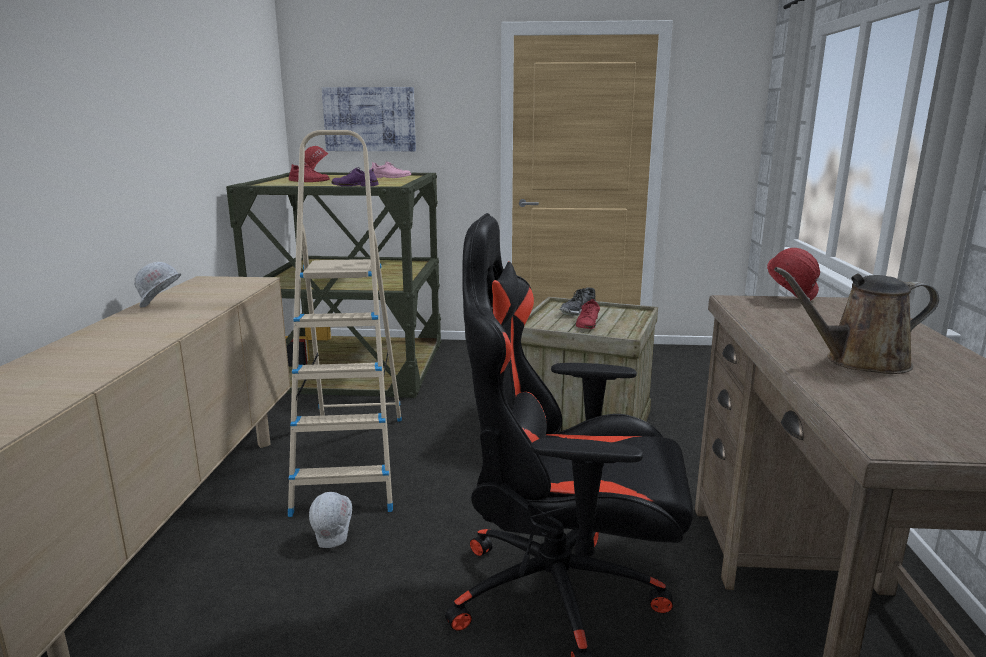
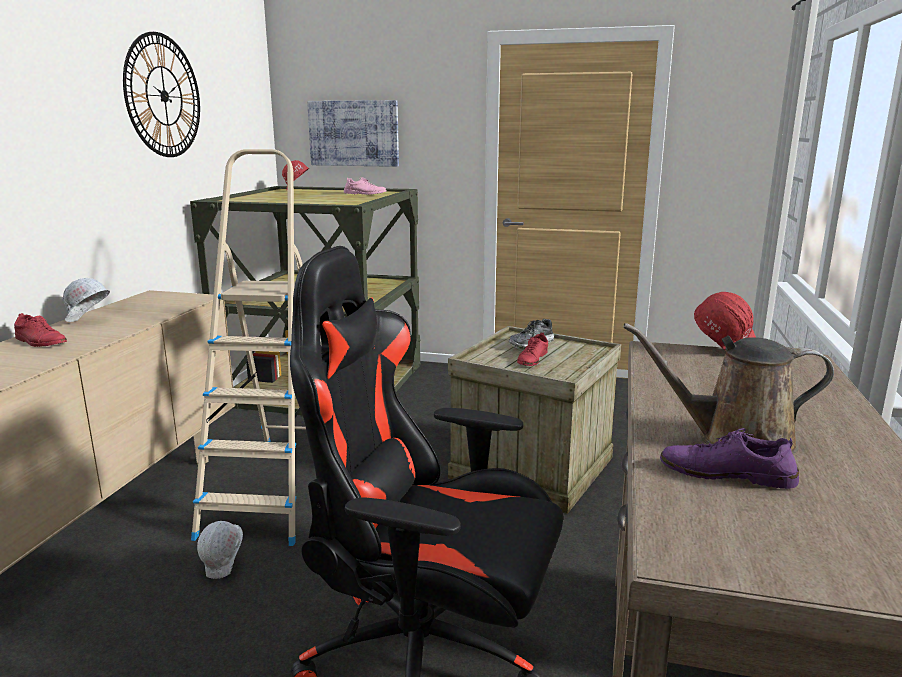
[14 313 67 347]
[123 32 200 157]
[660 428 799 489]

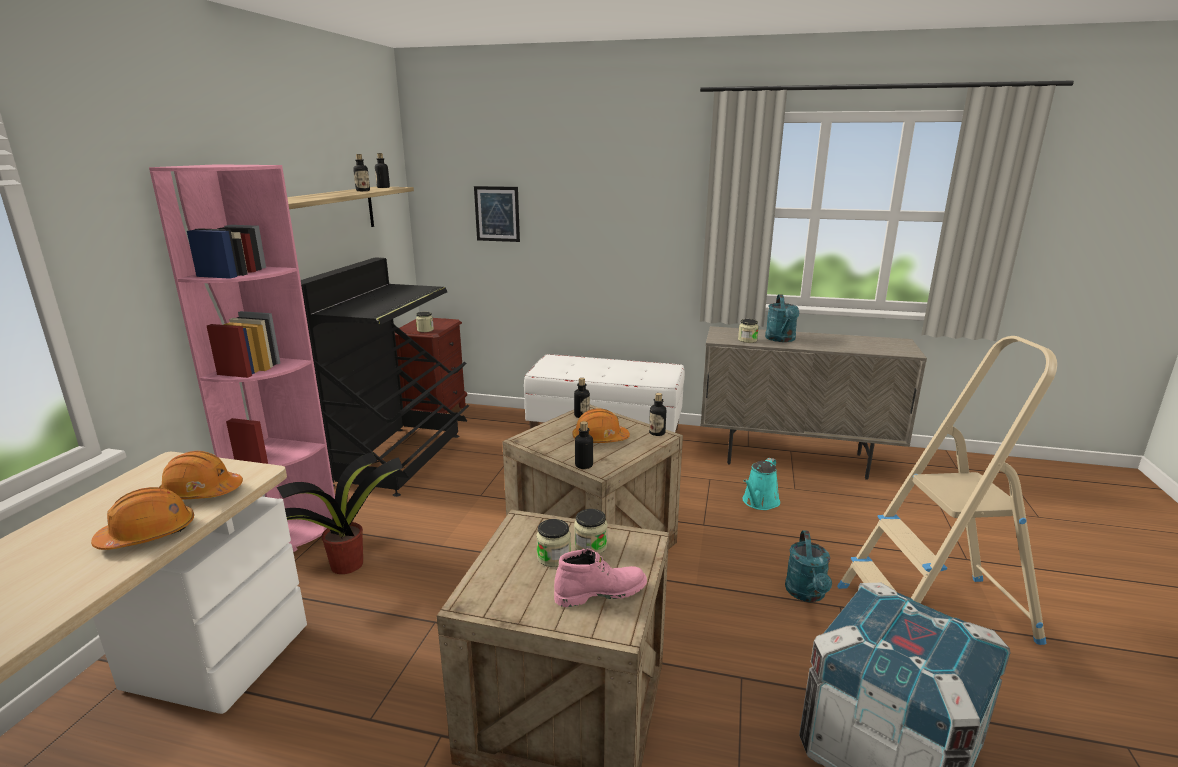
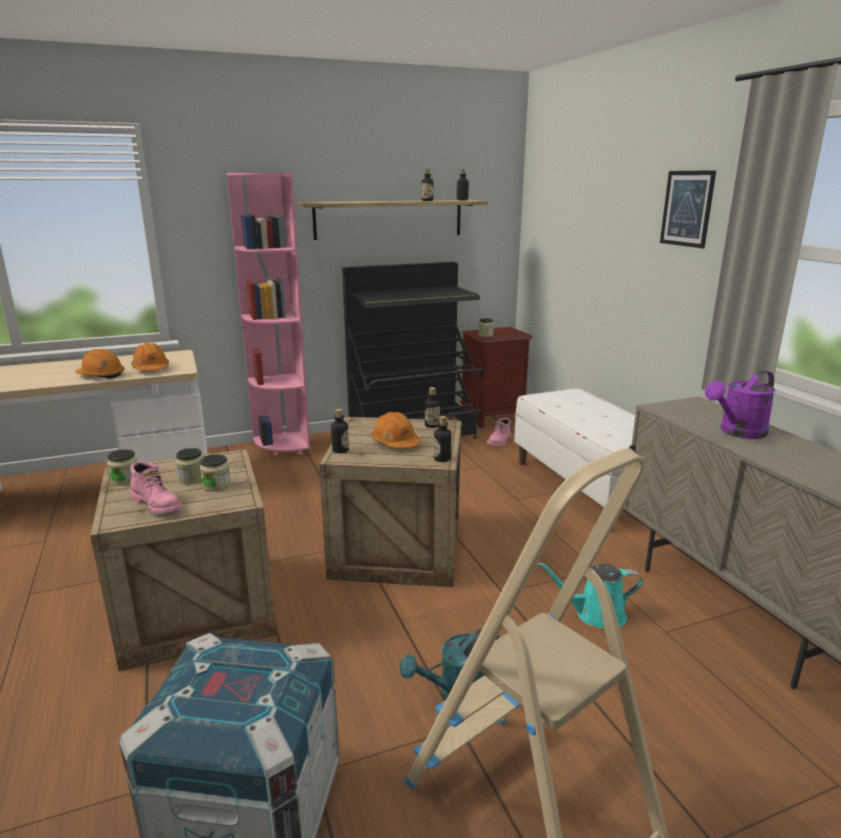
[107 449 137 486]
[487 418 511 446]
[660 170 716 248]
[705 370 775 439]
[277 452 405 574] (first image)

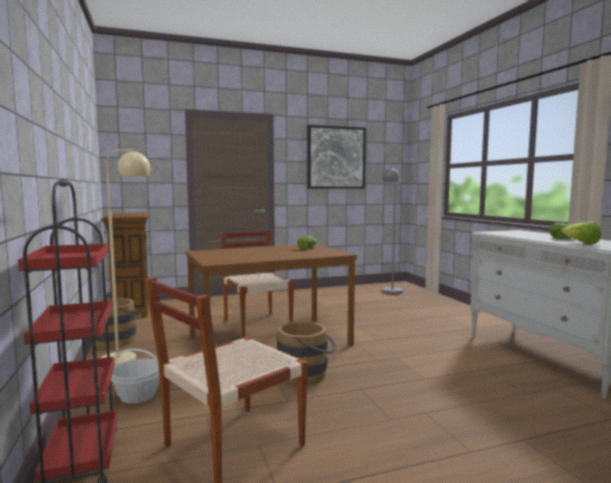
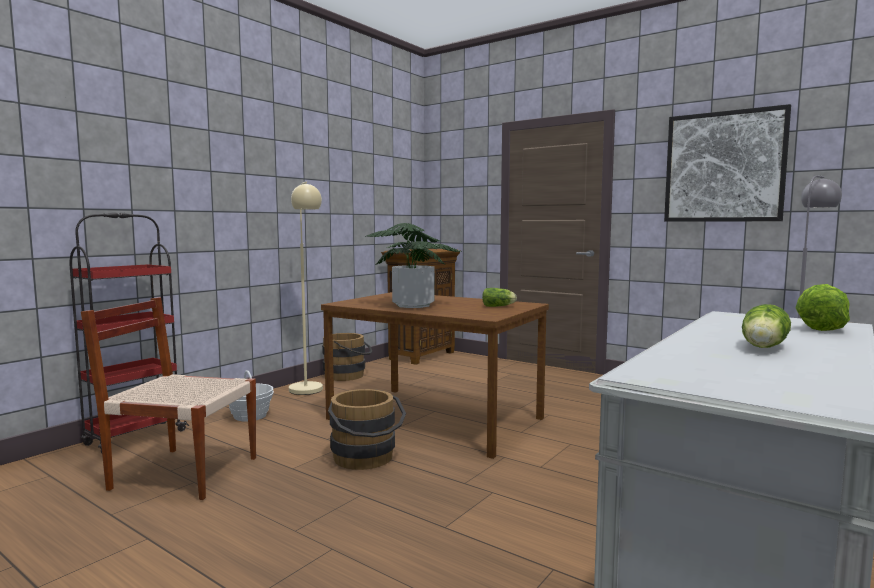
[365 223 462 308]
[795 284 850 331]
[220 230 294 337] (first image)

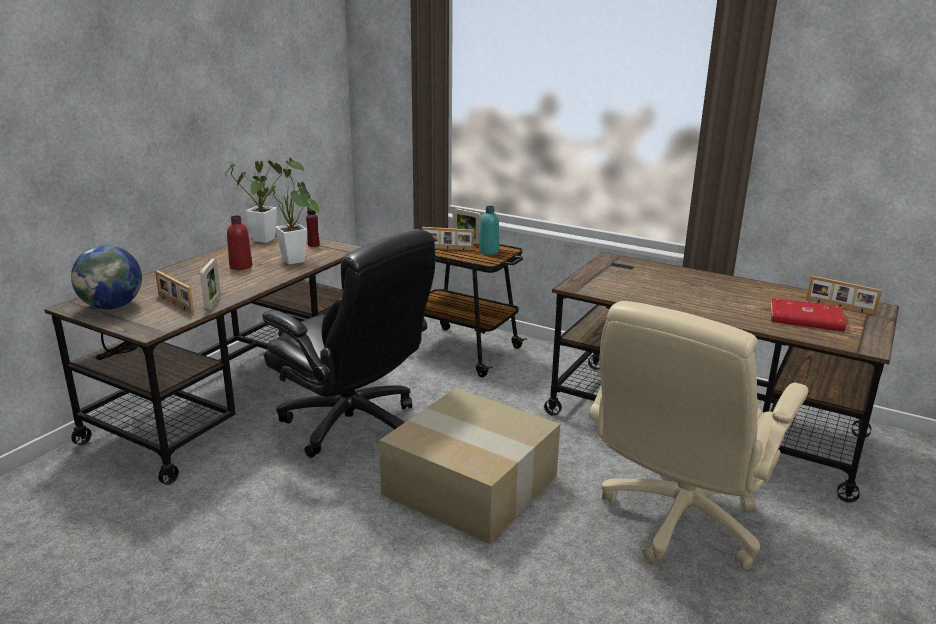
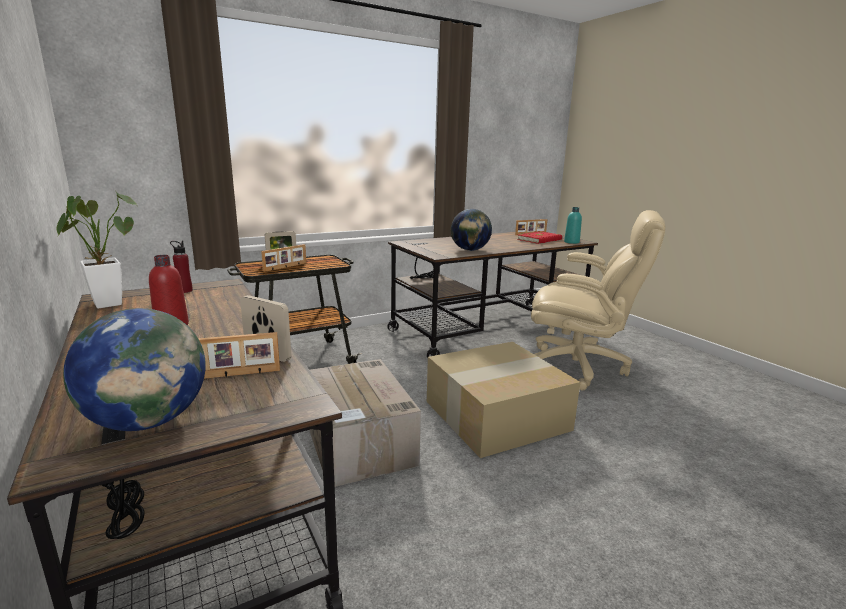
[309 359 421 487]
[451 209 492 251]
[531 210 665 390]
[564 207 582 244]
[257 169 319 265] (first image)

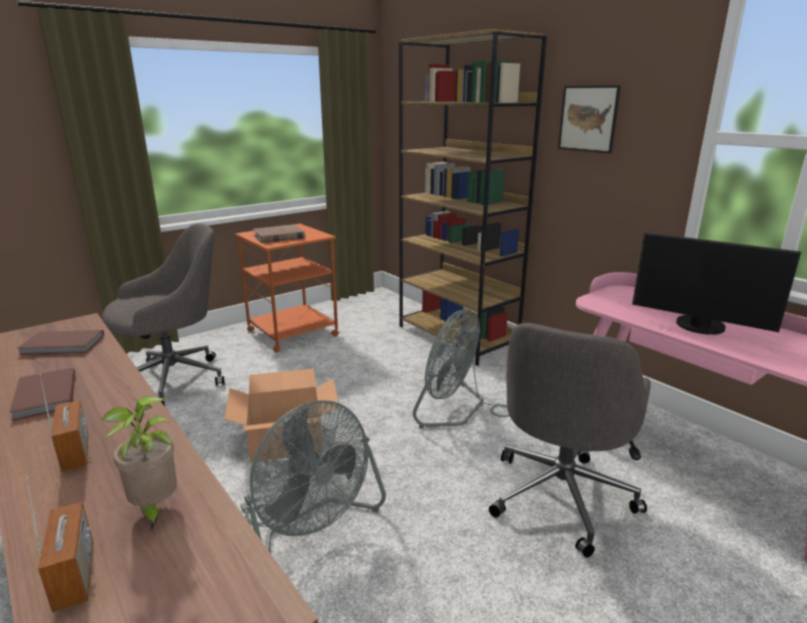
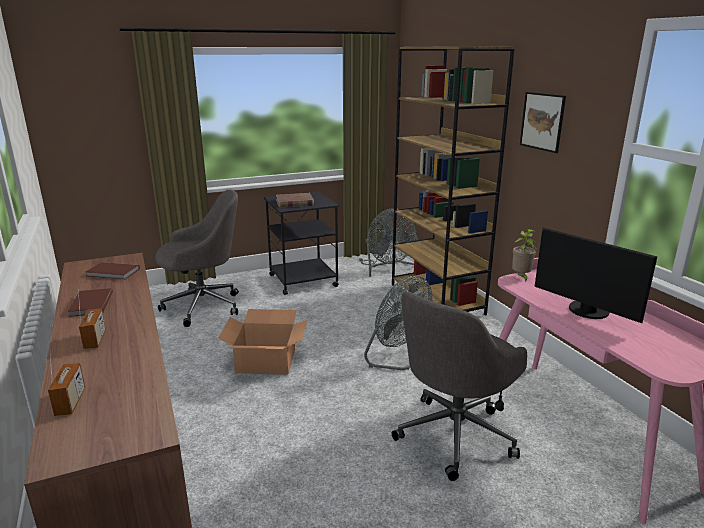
[264 192 339 295]
[359 208 418 277]
[512 229 536 281]

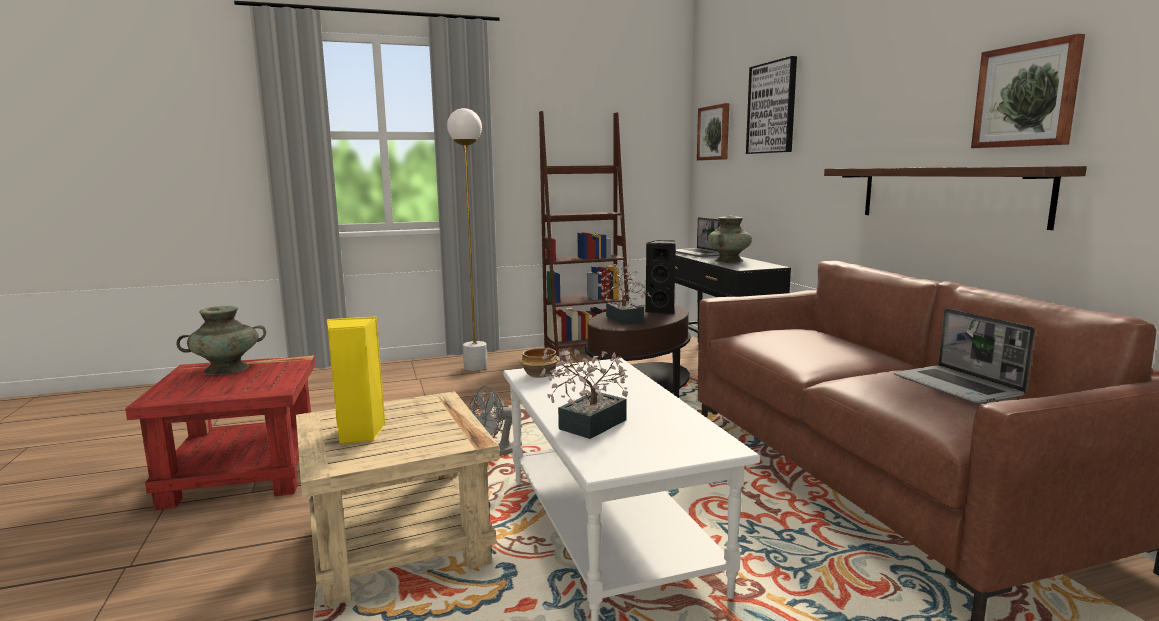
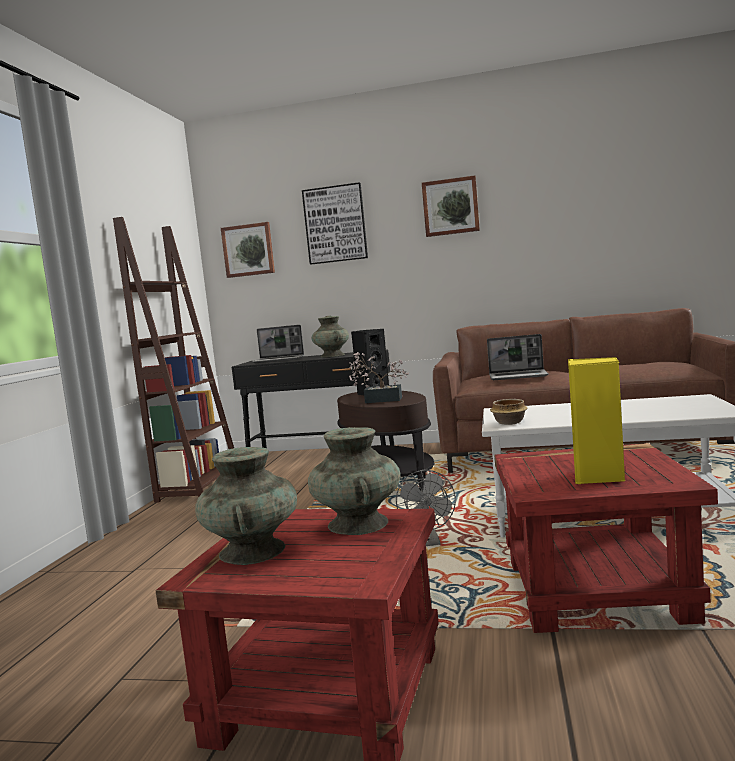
[308 427 401 535]
[422 175 480 237]
[487 334 549 380]
[494 443 718 633]
[447 108 487 371] (first image)
[540 349 628 439] (first image)
[824 166 1087 230] (first image)

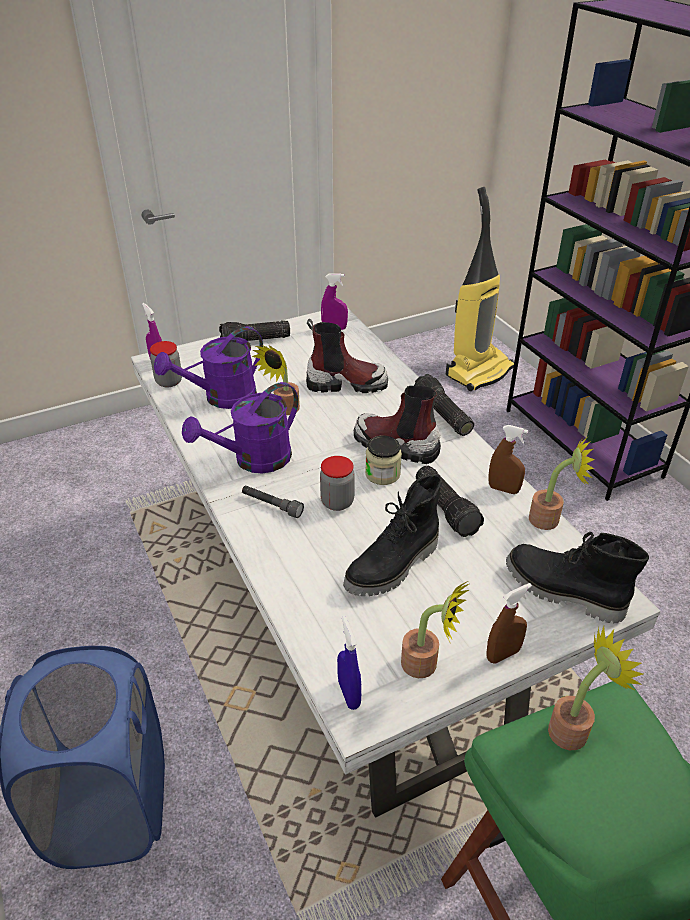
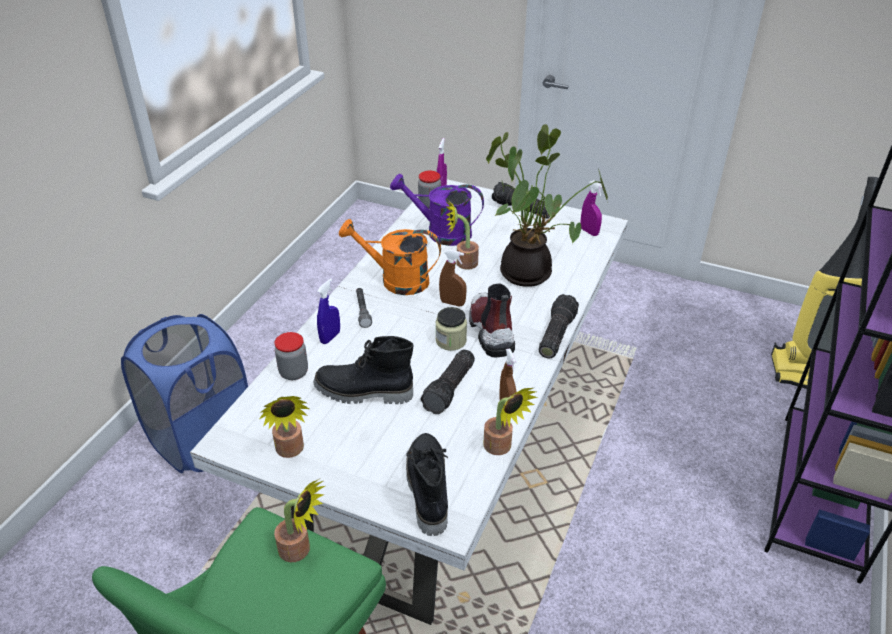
[275 332 308 380]
[317 278 340 344]
[339 219 441 295]
[439 249 467 306]
[486 124 608 287]

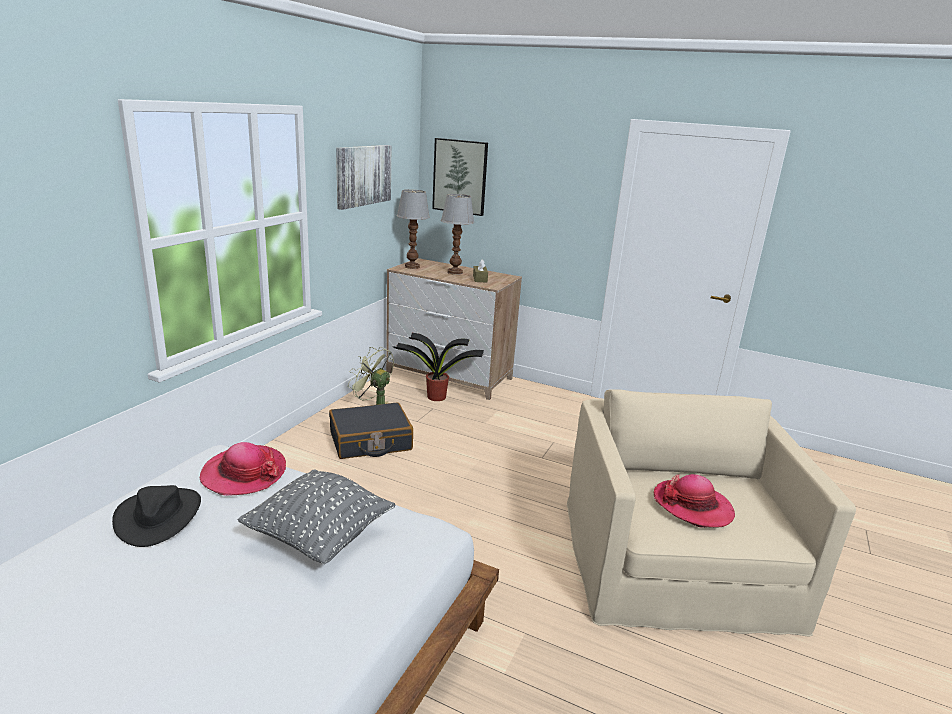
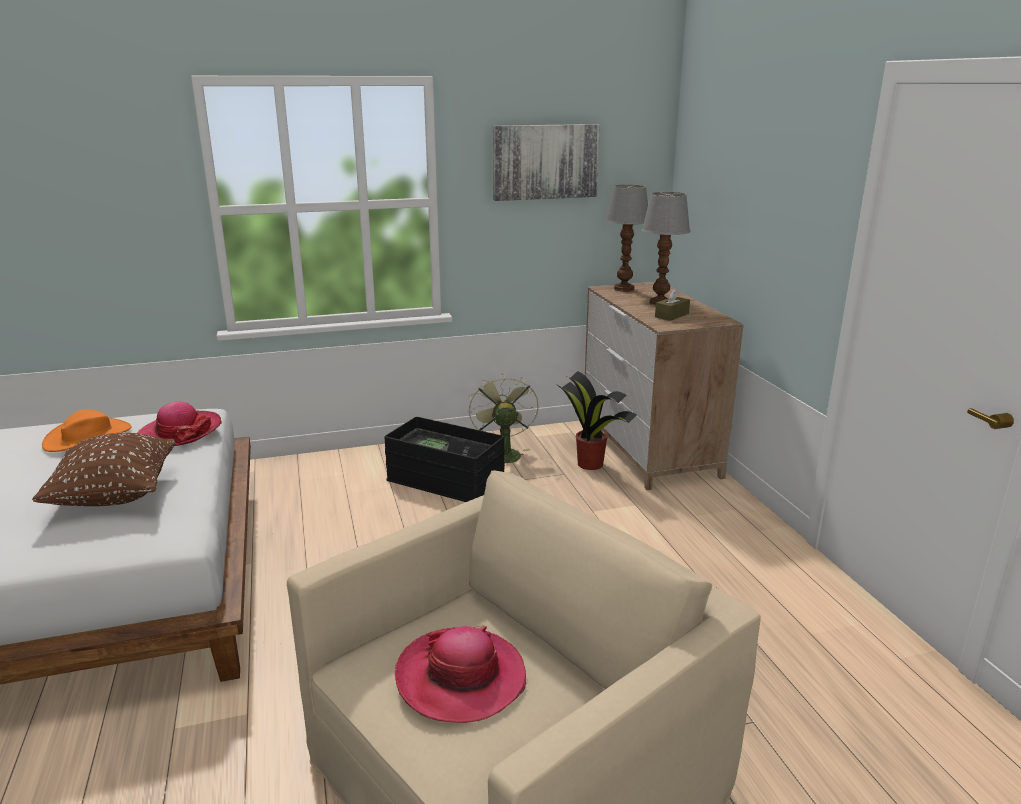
[32 433 176 506]
[42 409 132 452]
[384 417 505 502]
[432 138 488 216] (first image)

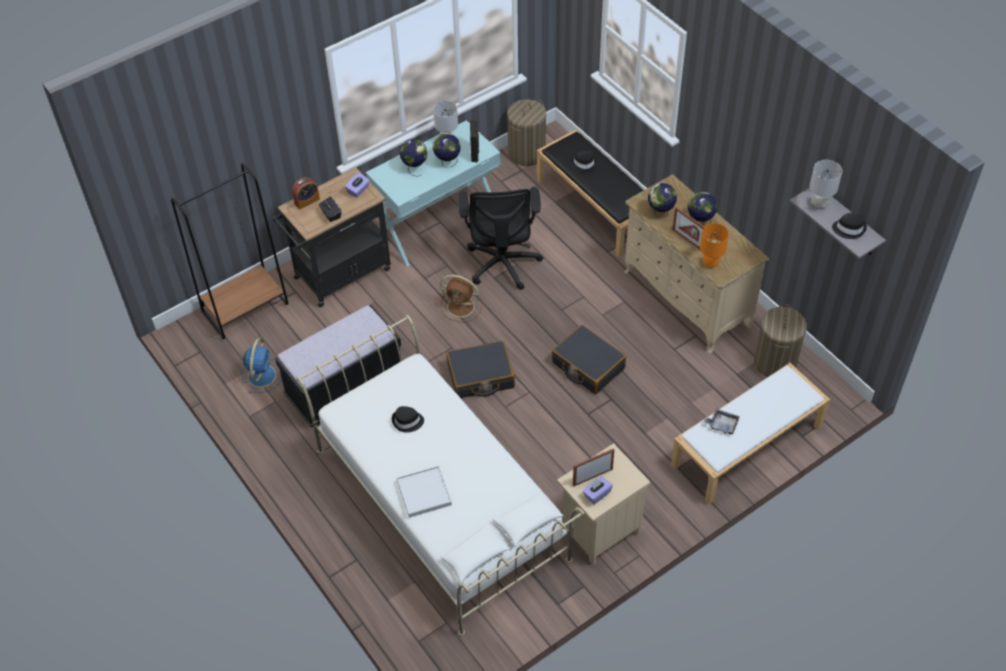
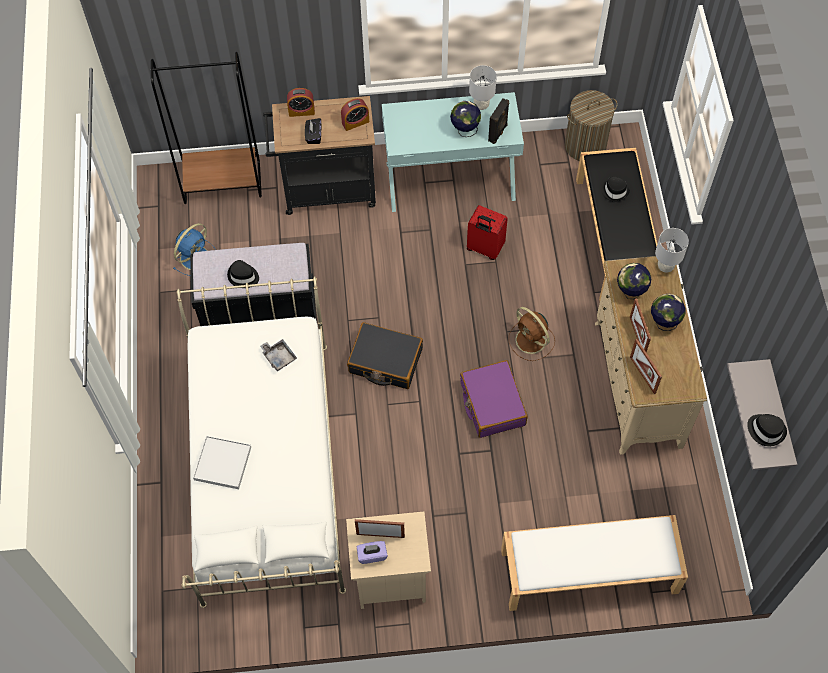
[227 260 259 288]
[260 339 297 371]
[341 98 369 131]
[460 360 528 438]
[467 205 508 260]
[509 307 555 361]
[630 339 662 394]
[655 228 689 273]
[400 139 427 176] (first image)
[754 305 807 377] (first image)

